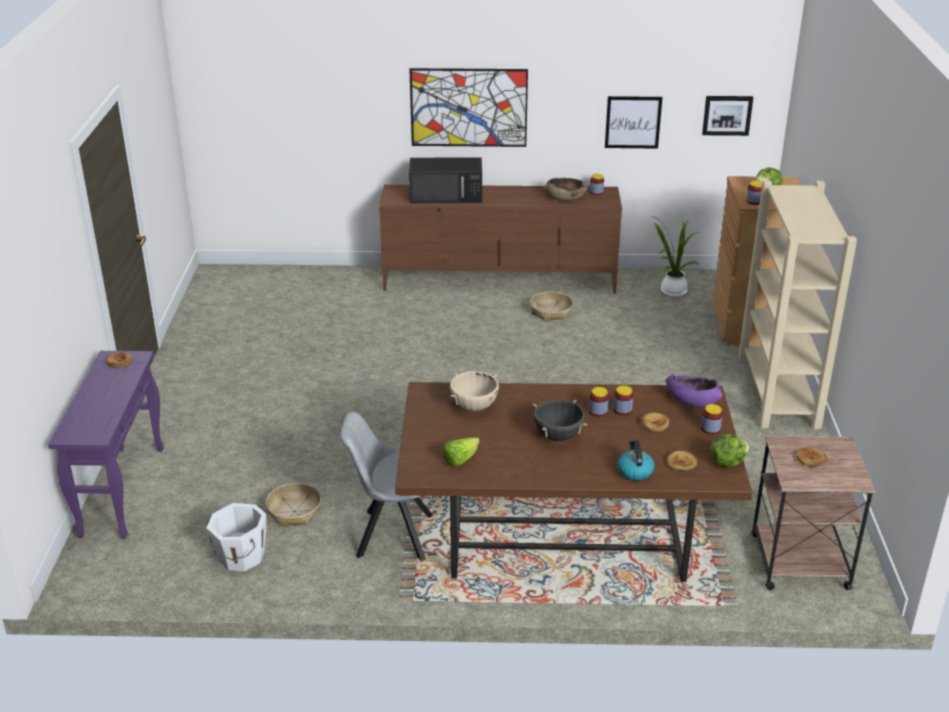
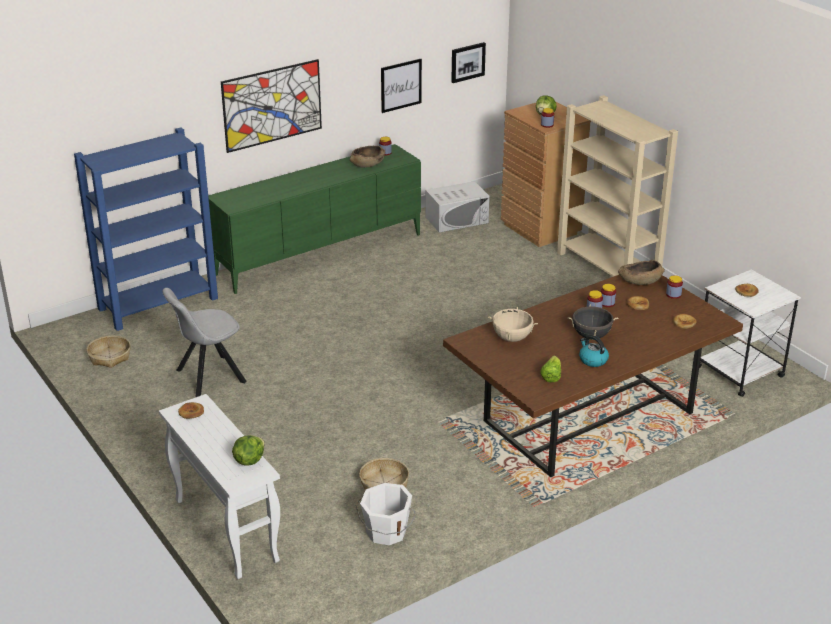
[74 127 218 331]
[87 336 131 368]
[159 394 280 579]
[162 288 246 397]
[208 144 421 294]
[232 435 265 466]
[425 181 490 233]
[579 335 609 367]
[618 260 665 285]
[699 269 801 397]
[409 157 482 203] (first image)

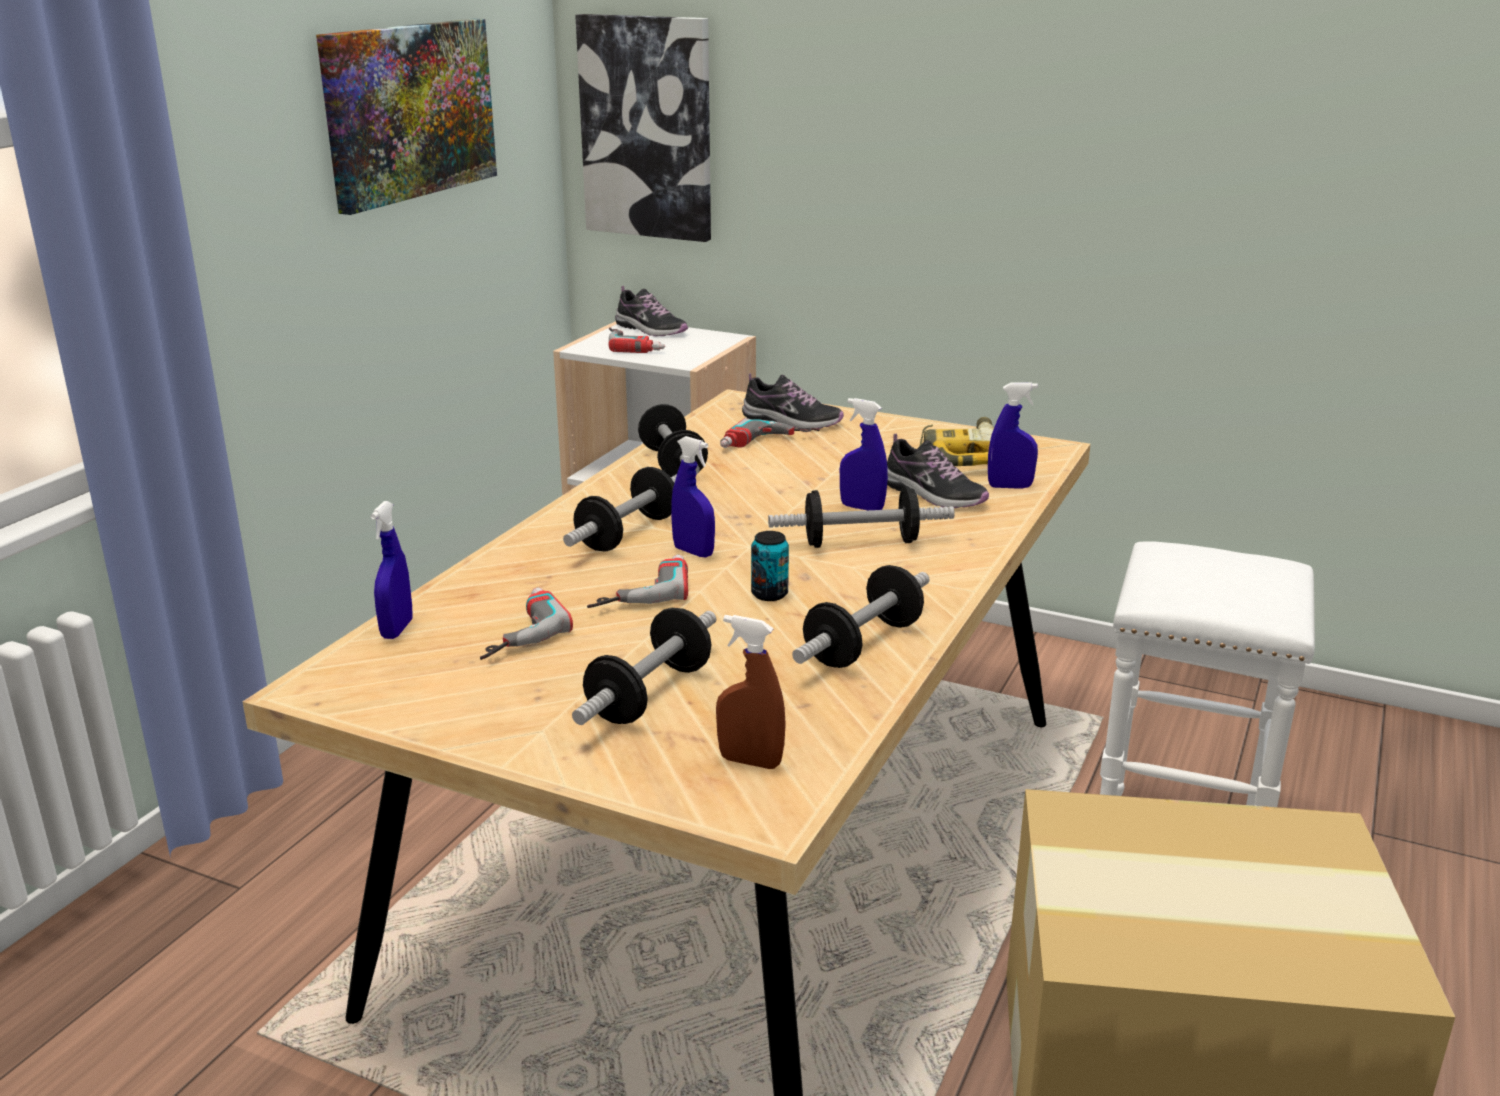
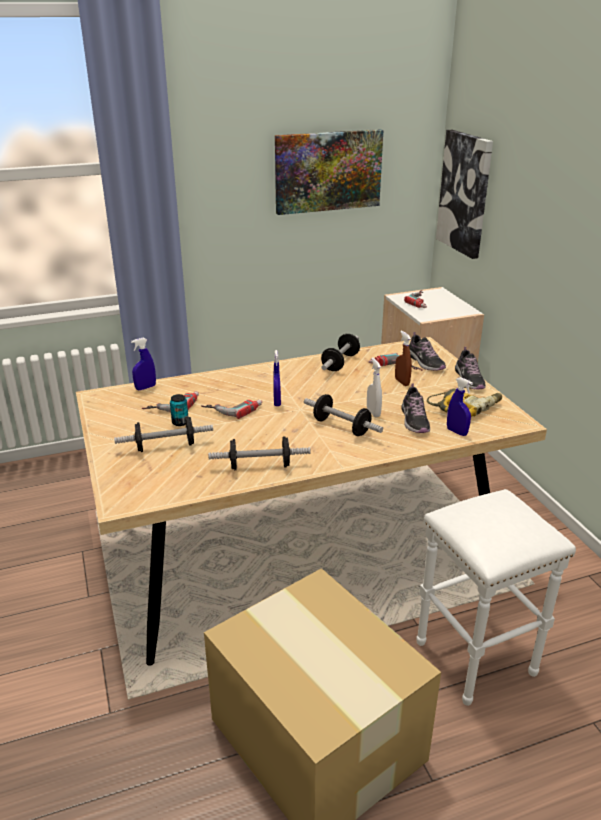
[170 394 188 426]
[367 358 382 417]
[395 330 412 386]
[455 347 486 389]
[563 467 677 552] (first image)

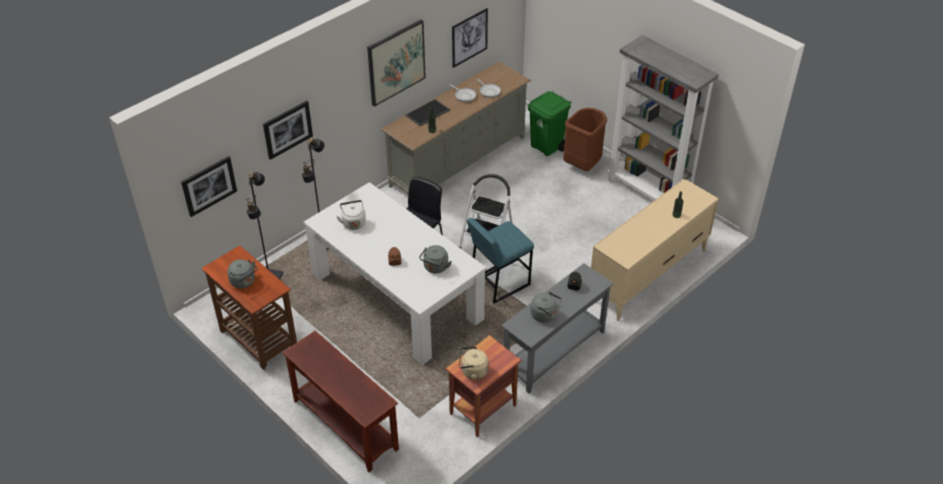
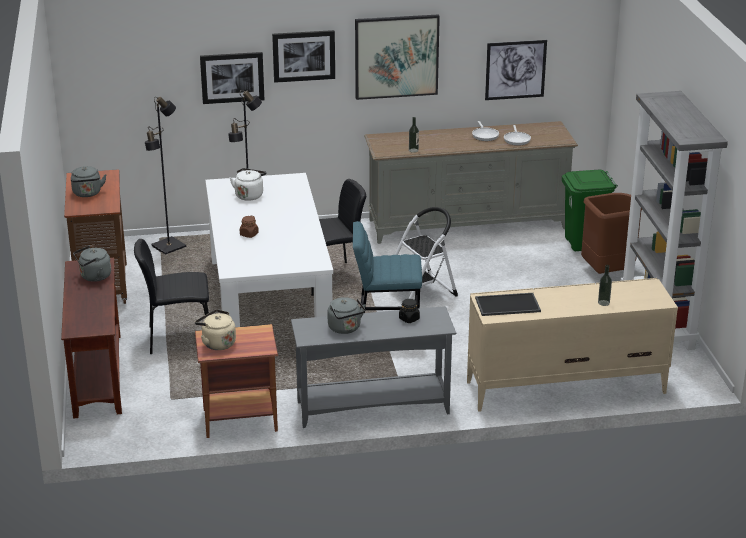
[73 246 111 282]
[134 239 209 354]
[272 30 335 83]
[475 293 541 316]

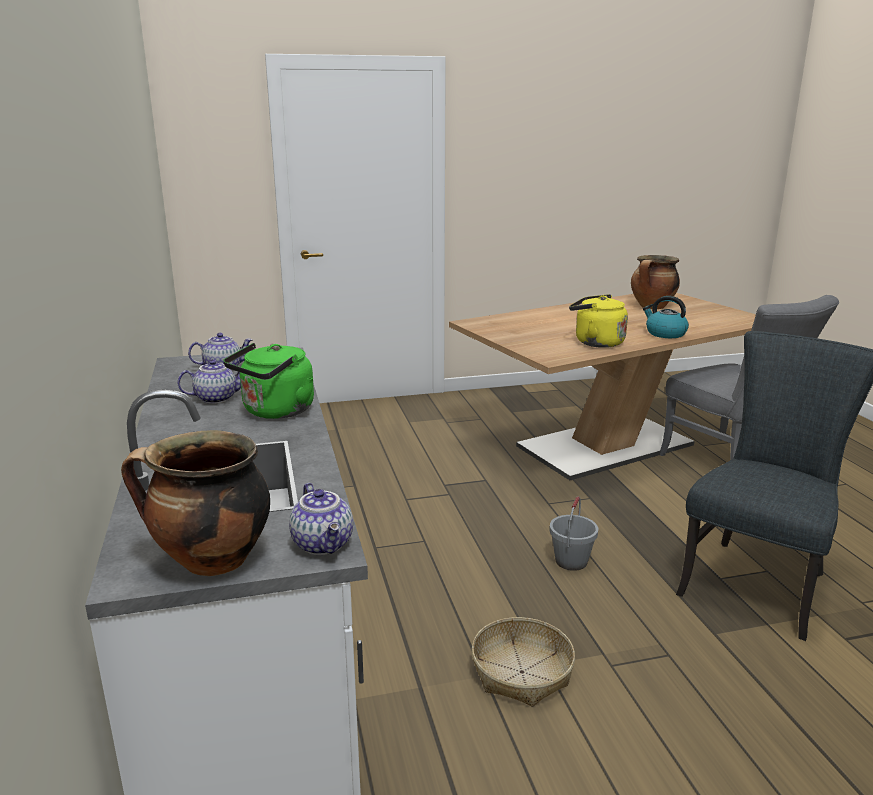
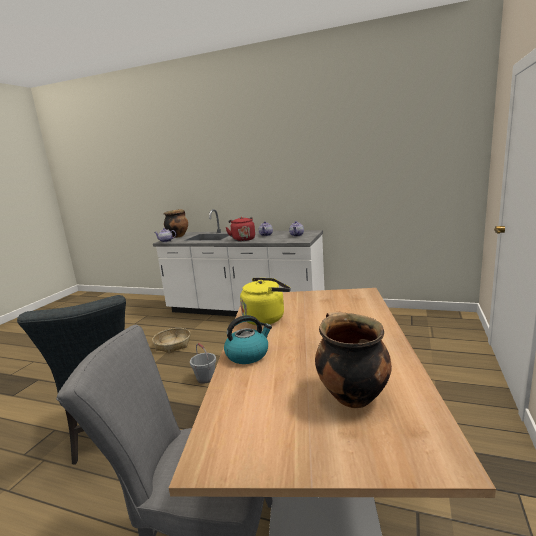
[225 217 255 241]

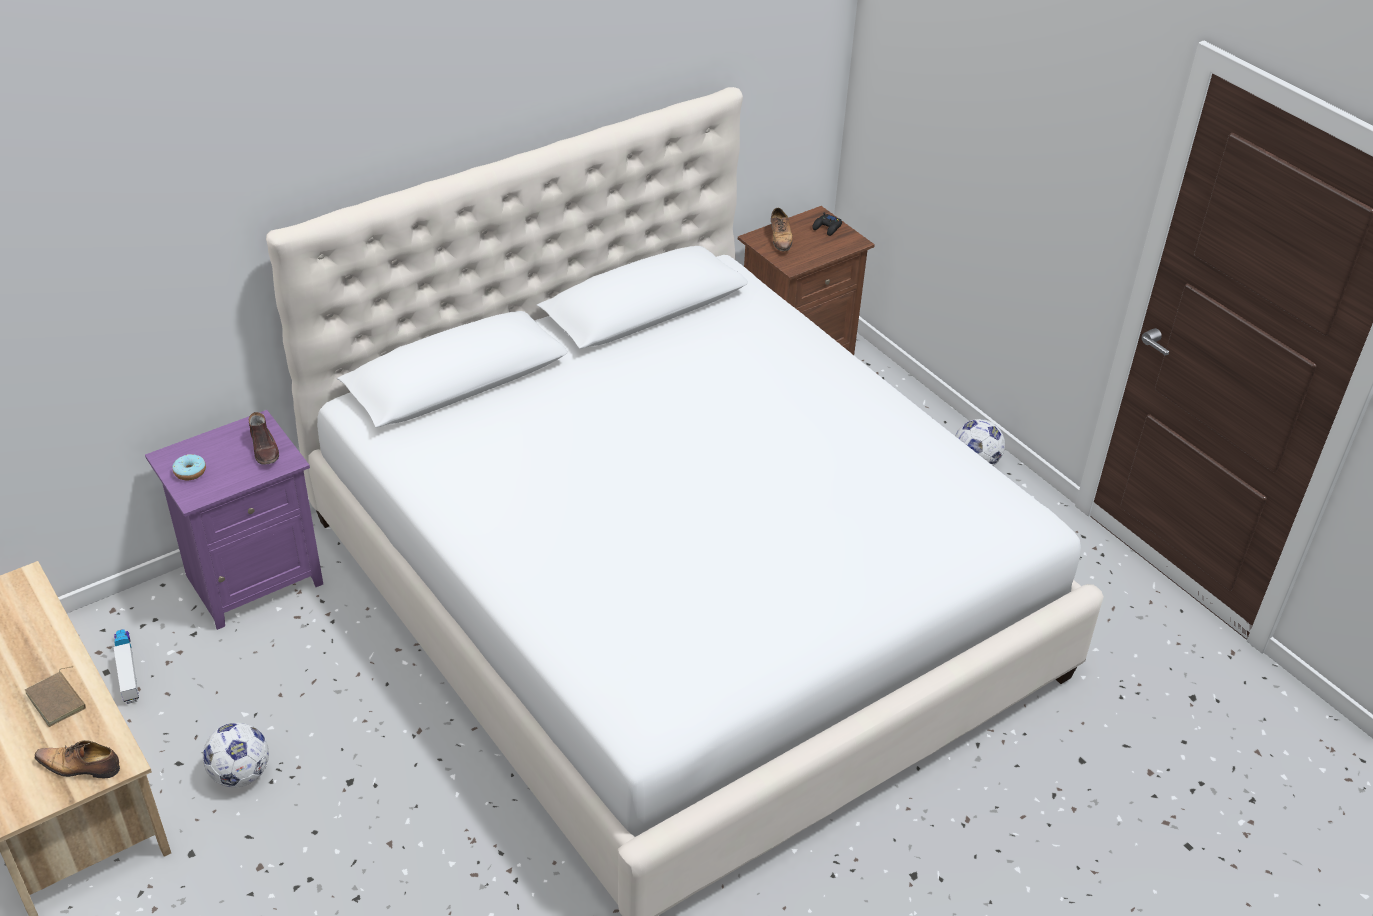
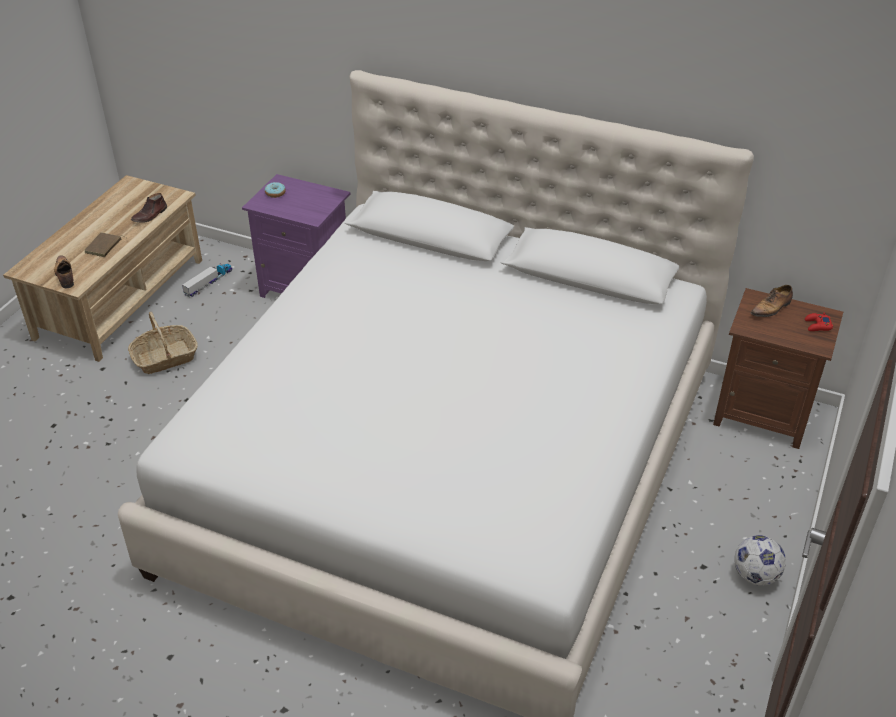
[128 312 198 374]
[131 193 167 223]
[805 313 833 331]

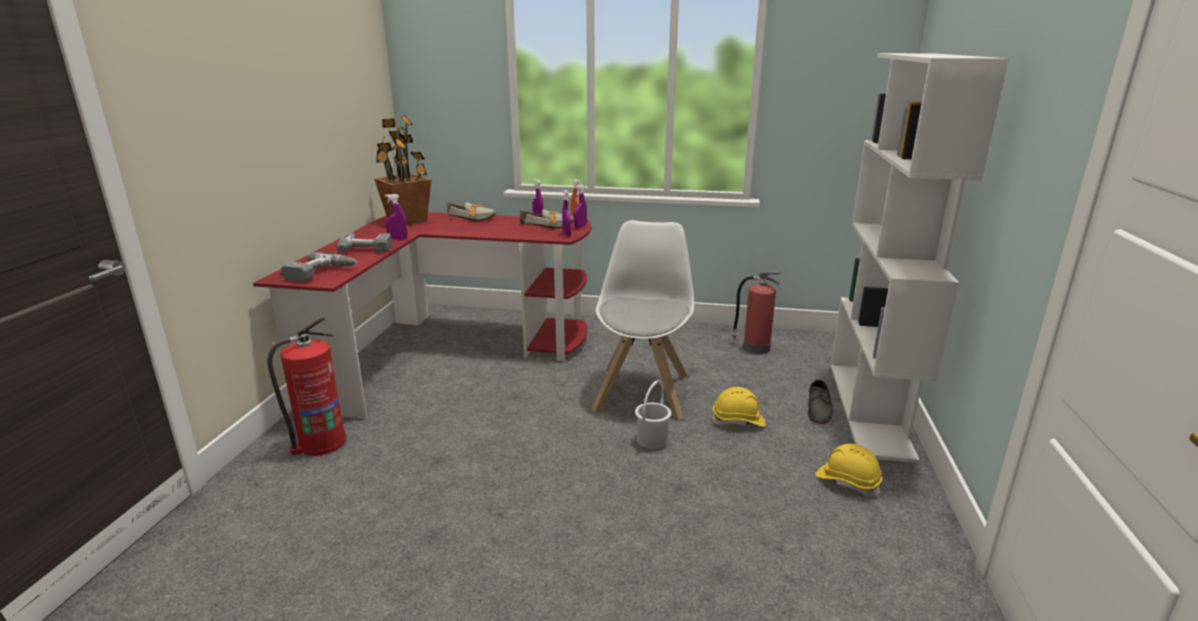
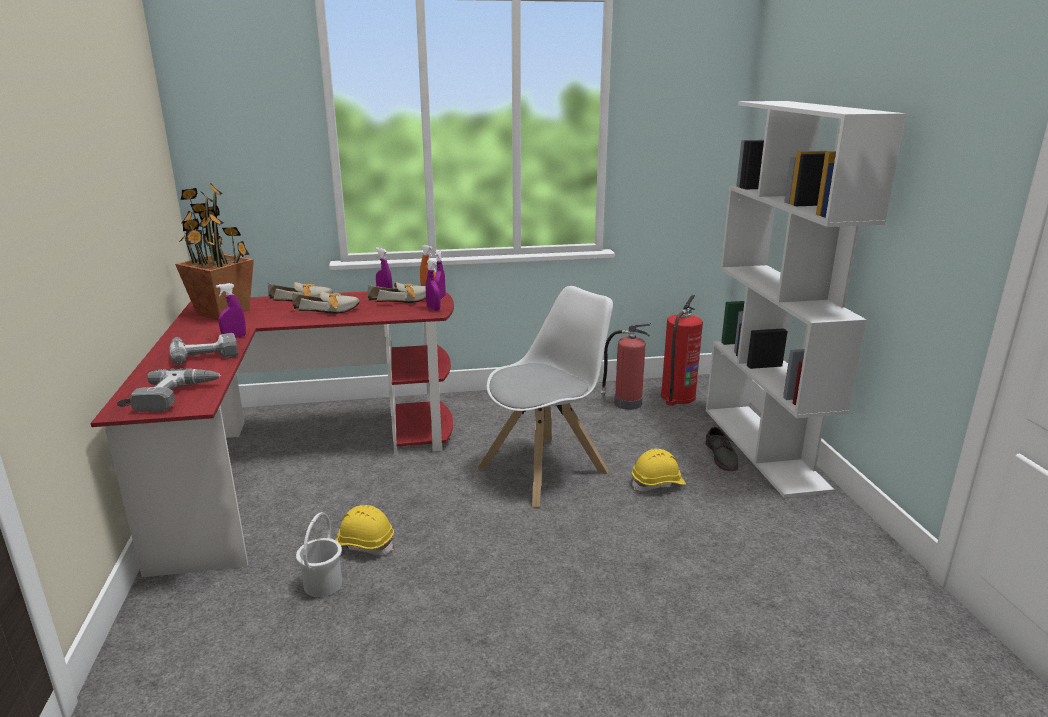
[292 291 360 314]
[296 512 342 597]
[335 505 394 555]
[477 286 613 507]
[661 295 703 406]

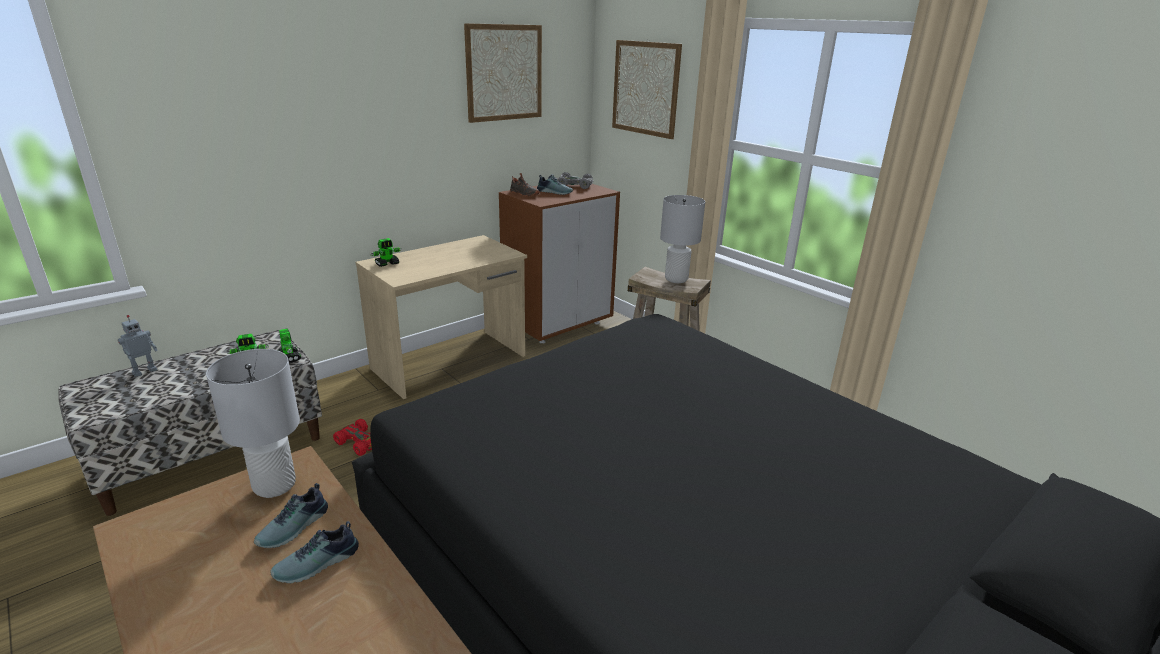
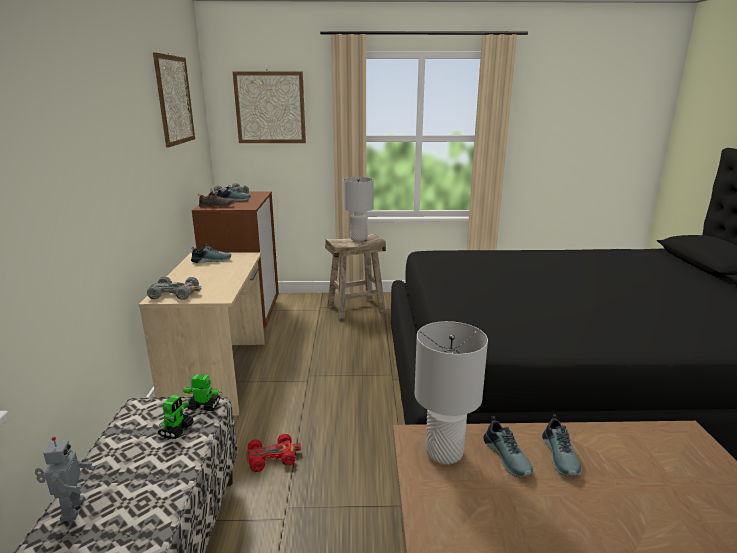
[147 277 202 300]
[191 244 231 263]

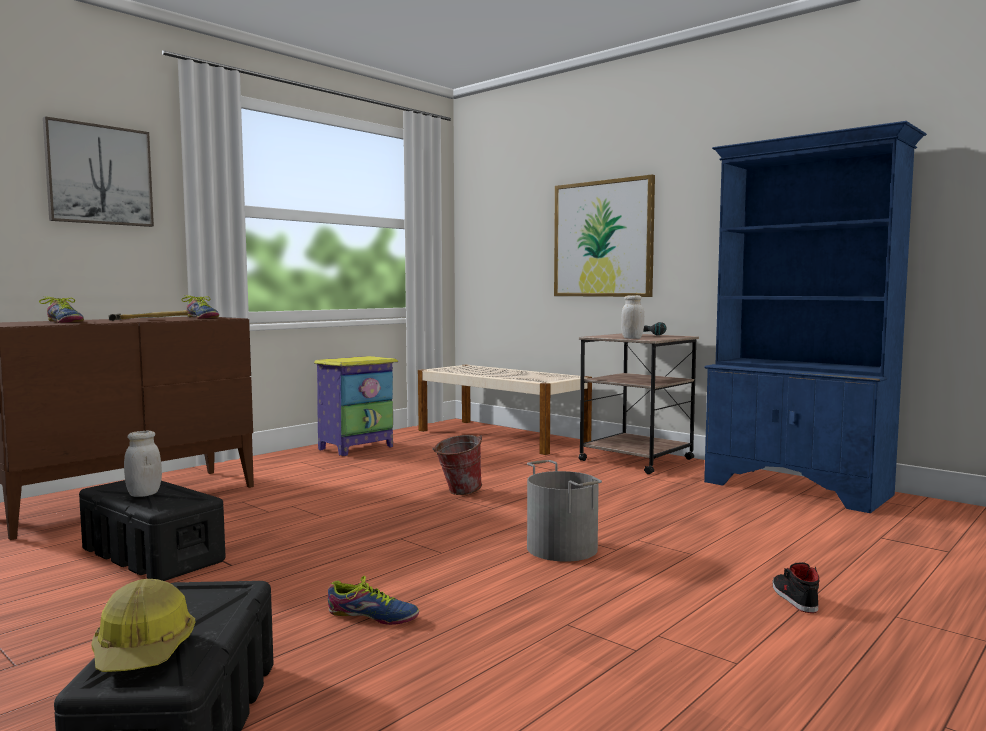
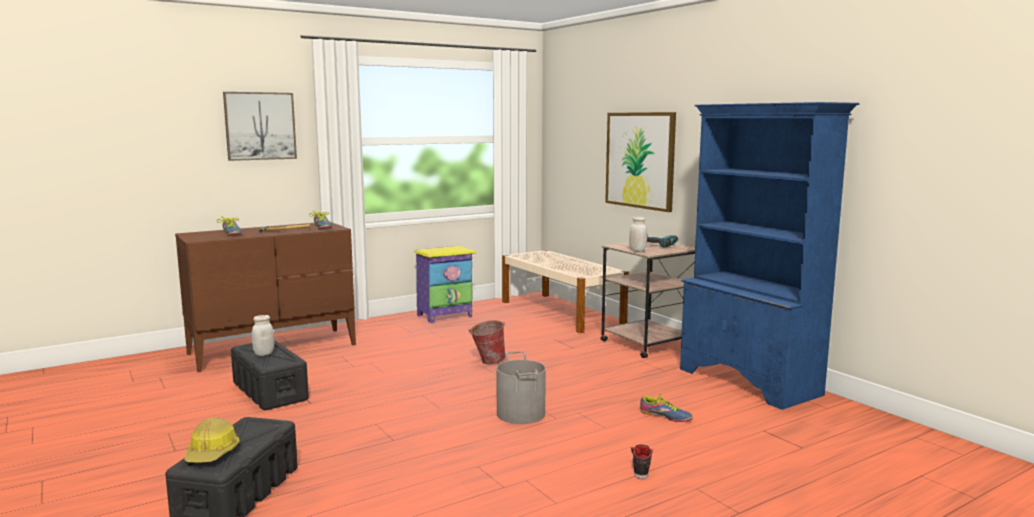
[640 394 693 422]

